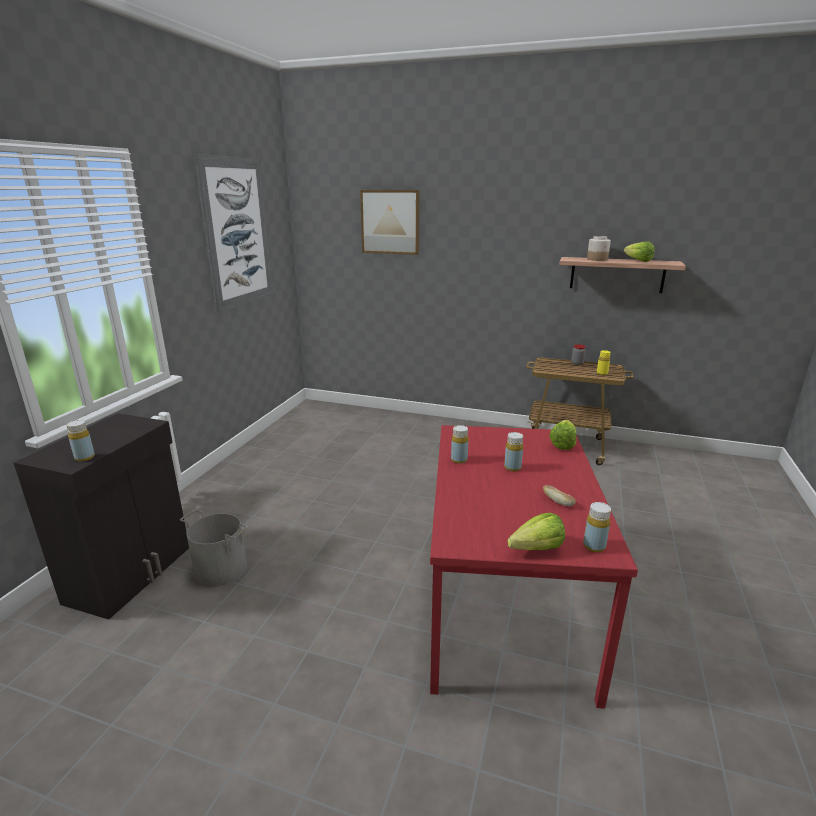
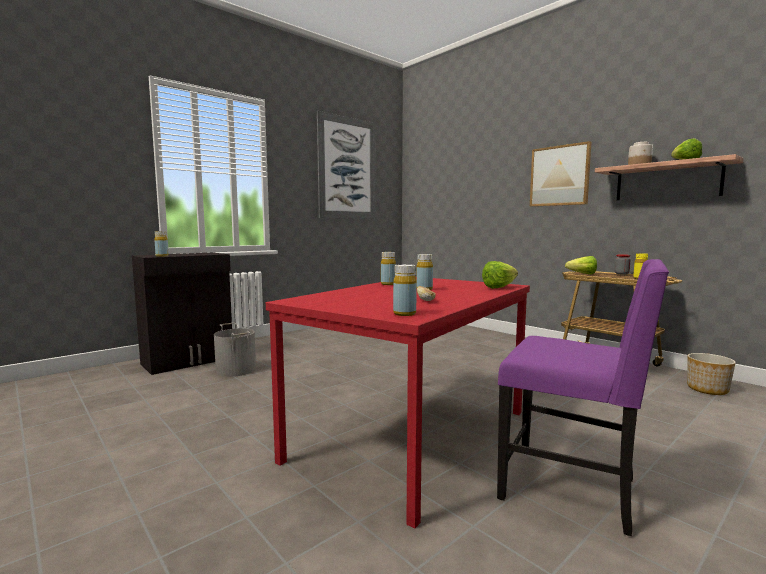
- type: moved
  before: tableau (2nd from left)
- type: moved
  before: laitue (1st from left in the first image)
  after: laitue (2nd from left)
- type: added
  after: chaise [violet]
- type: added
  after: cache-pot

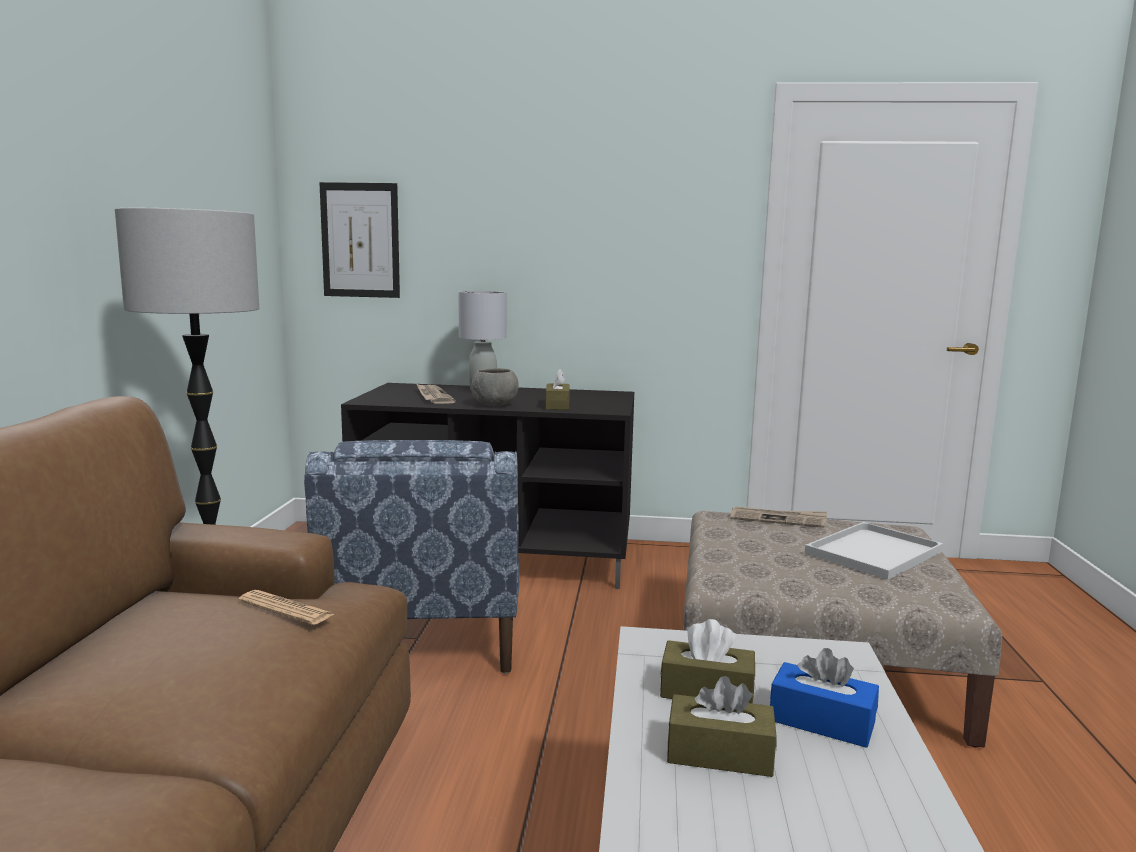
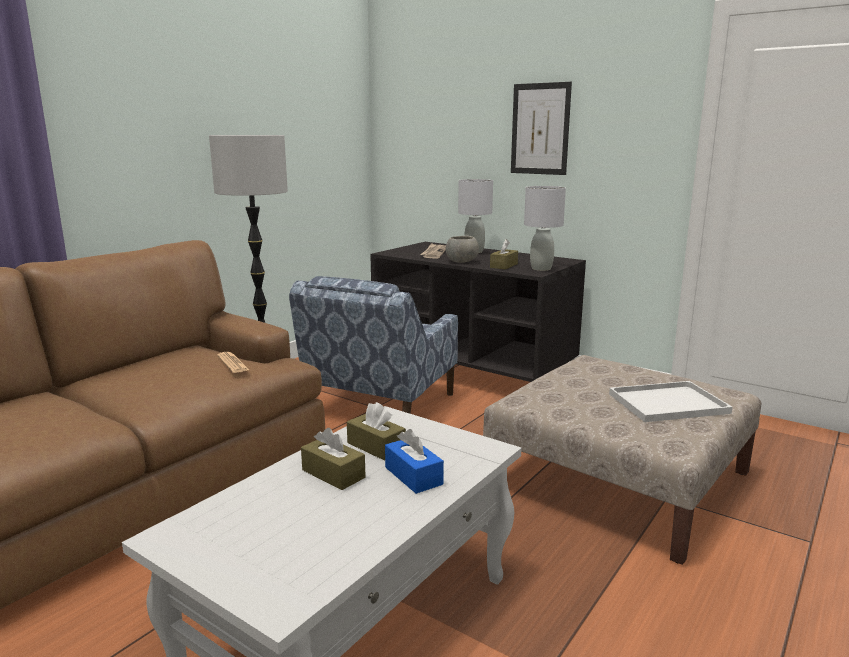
- type: moved
  before: tableau
- type: removed
  before: journal (3rd from left)
- type: added
  after: lampe de table [gris] (2nd from left)

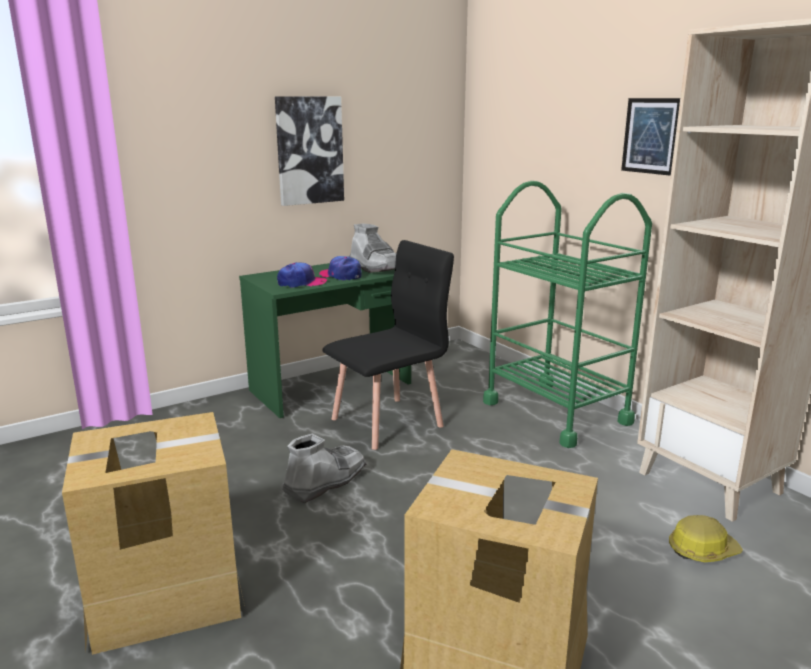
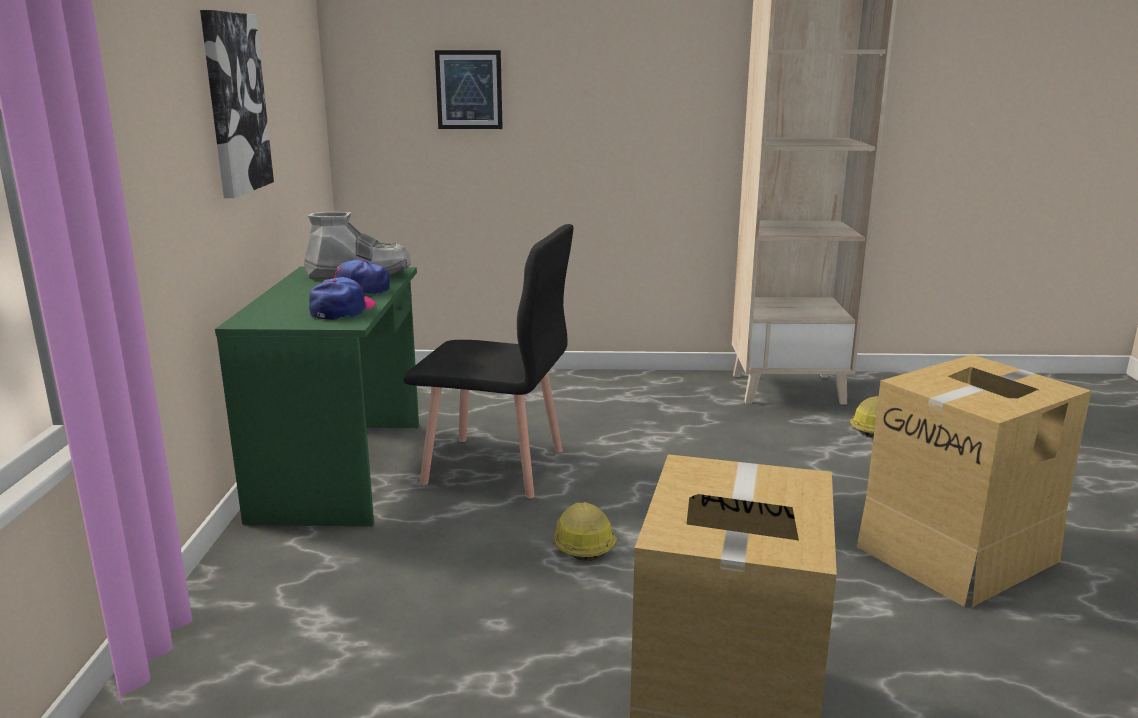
- type: moved
  before: tableau (2nd from left)
- type: removed
  before: chariot [vert]
- type: turned
  before: chaise [noir]
  turn: 105
- type: replaced
  before: botte [gris] (1st from left)
  after: casque de chantier (1st from left)

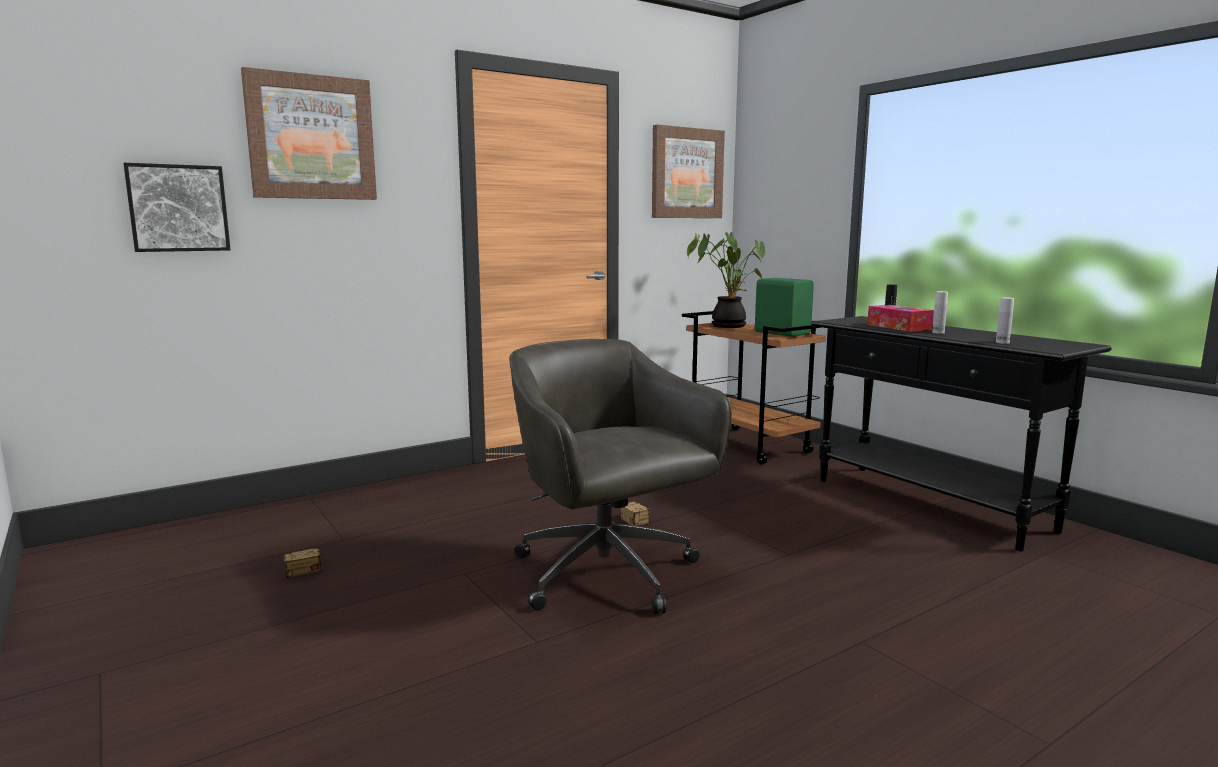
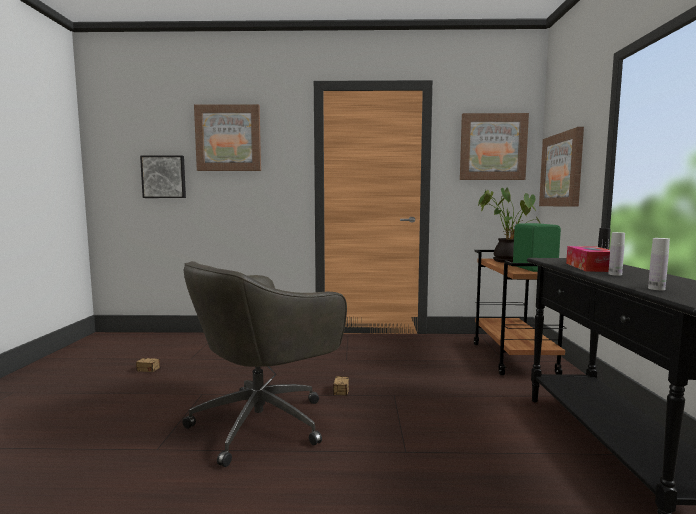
- type: turned
  before: chaise de bureau [gris]
  turn: -135
- type: added
  after: tableau (4th from left)

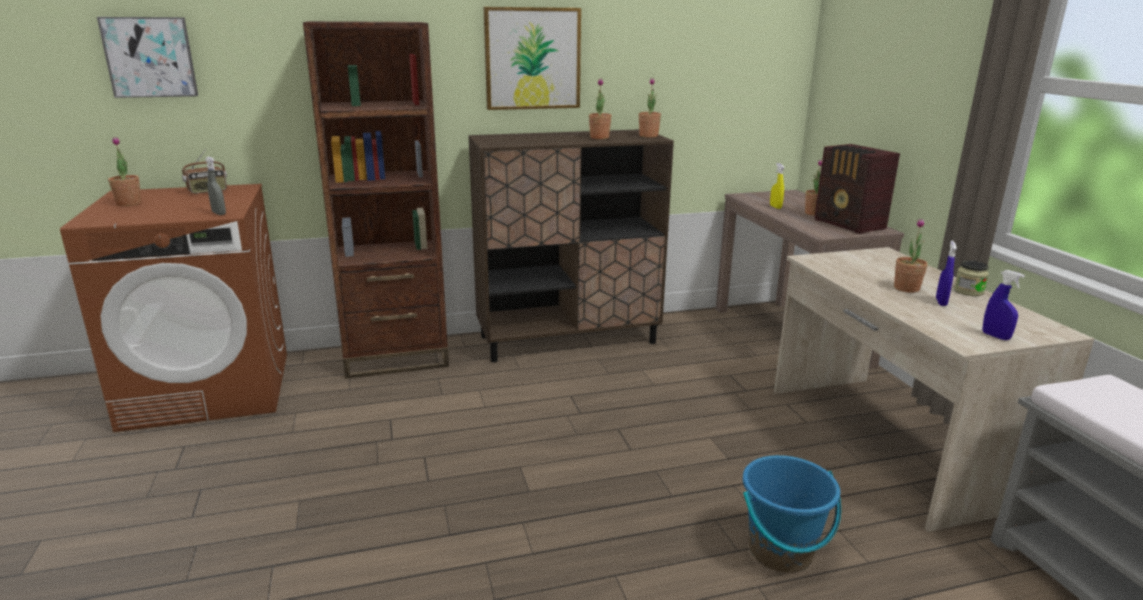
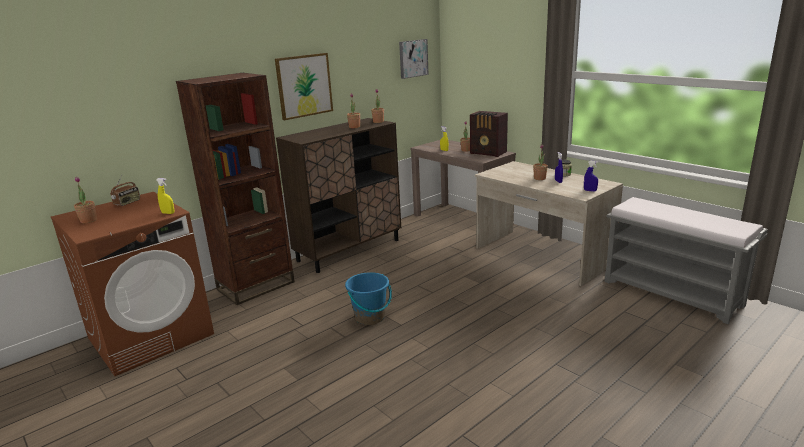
- type: moved
  before: tableau (1st from left in the first image)
  after: tableau (2nd from left)
- type: recoloured
  before: vaporisateur [gris]
  after: vaporisateur [jaune] (1st from left)
- type: moved
  before: seau [bleu]

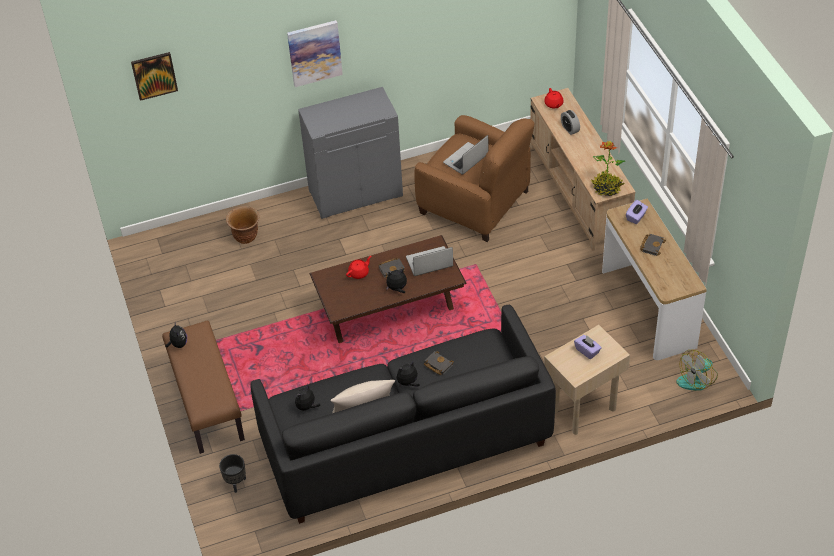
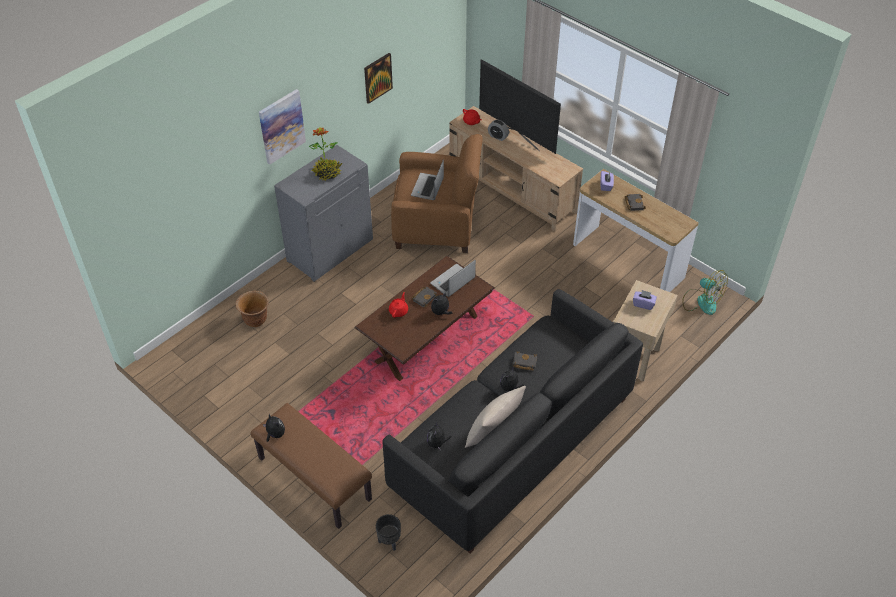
- type: moved
  before: tableau (1st from left in the first image)
  after: tableau (2nd from left)
- type: moved
  before: plante en pot
- type: turned
  before: ventilateur
  turn: -75
- type: added
  after: téléviseur

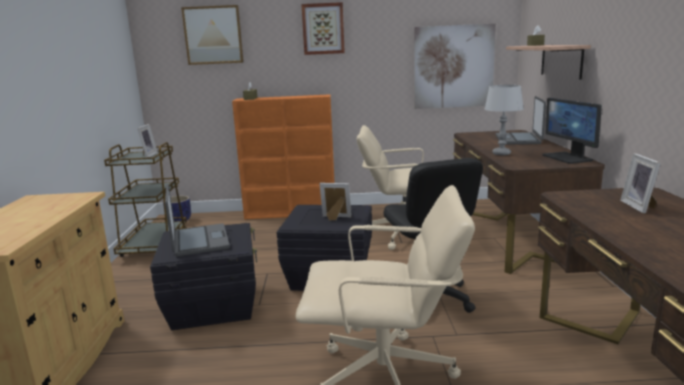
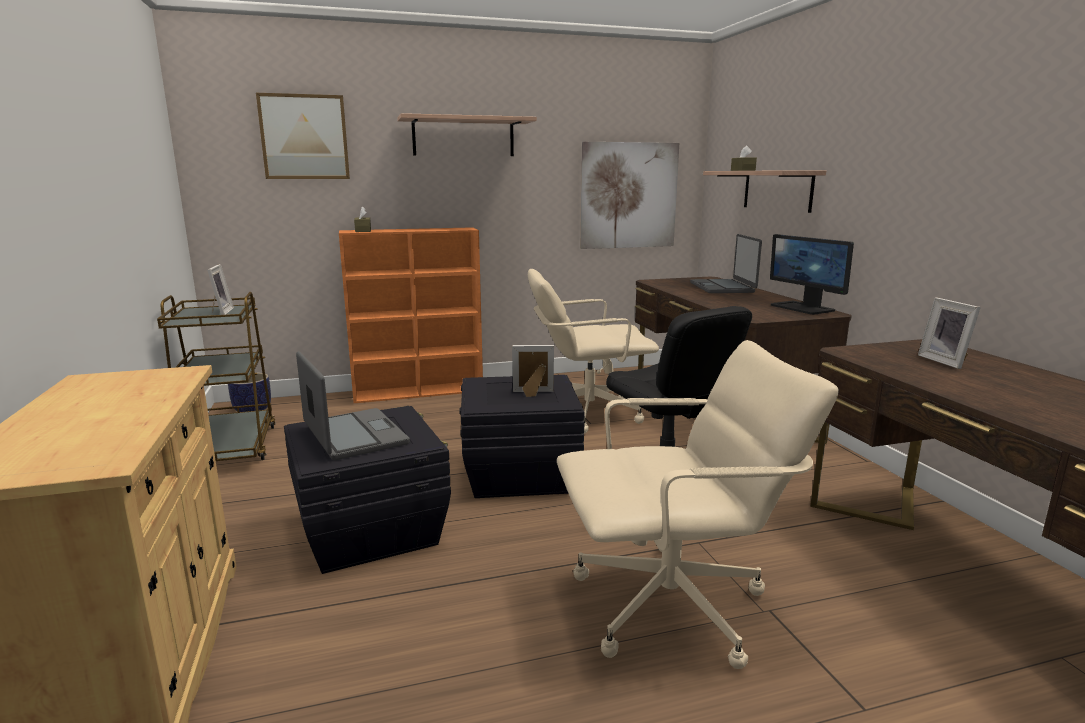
- type: replaced
  before: tableau (2nd from left)
  after: étagère (1st from left)
- type: removed
  before: lampe de table [gris]

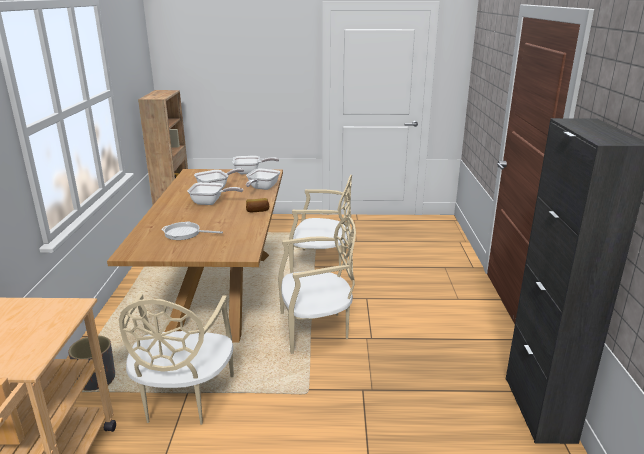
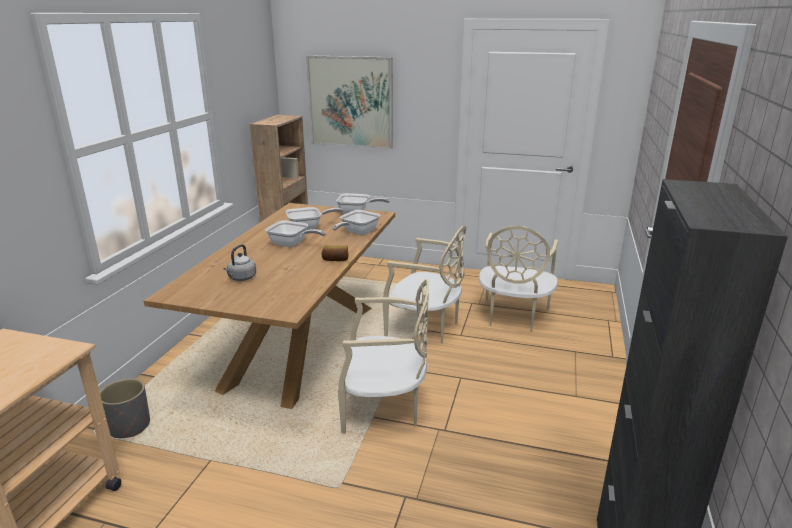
- type: replaced
  before: poêle (1st from left)
  after: bouilloire [gris]
- type: moved
  before: chaise [beige] (1st from left in the first image)
  after: chaise [beige] (3rd from left)
- type: added
  after: tableau

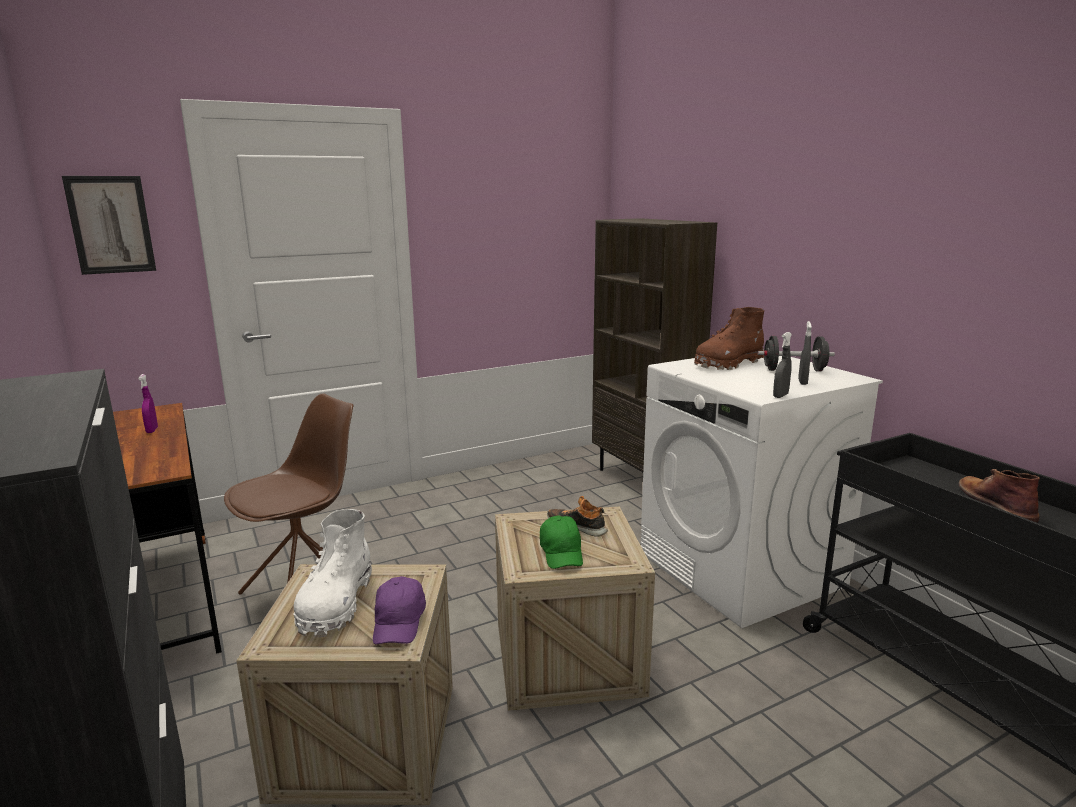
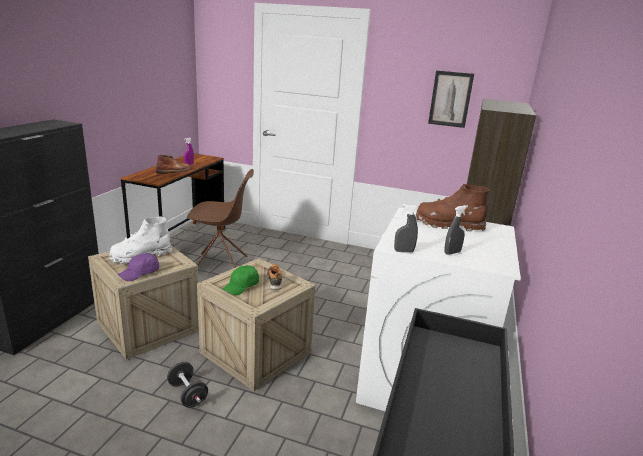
- type: moved
  before: tableau
- type: moved
  before: haltère [noir]
- type: moved
  before: botte [marron] (2nd from left in the first image)
  after: botte [marron] (1st from left)

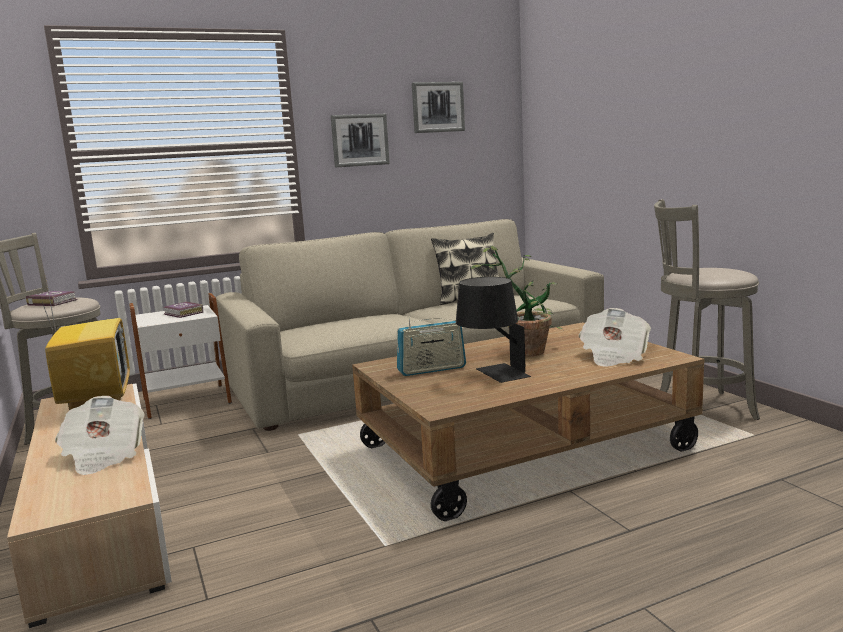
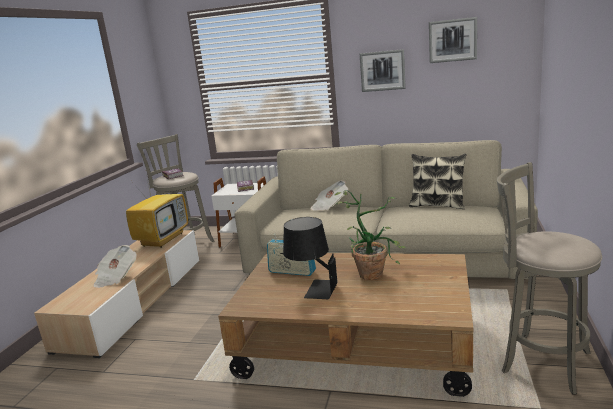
- type: moved
  before: journal (2nd from left)

